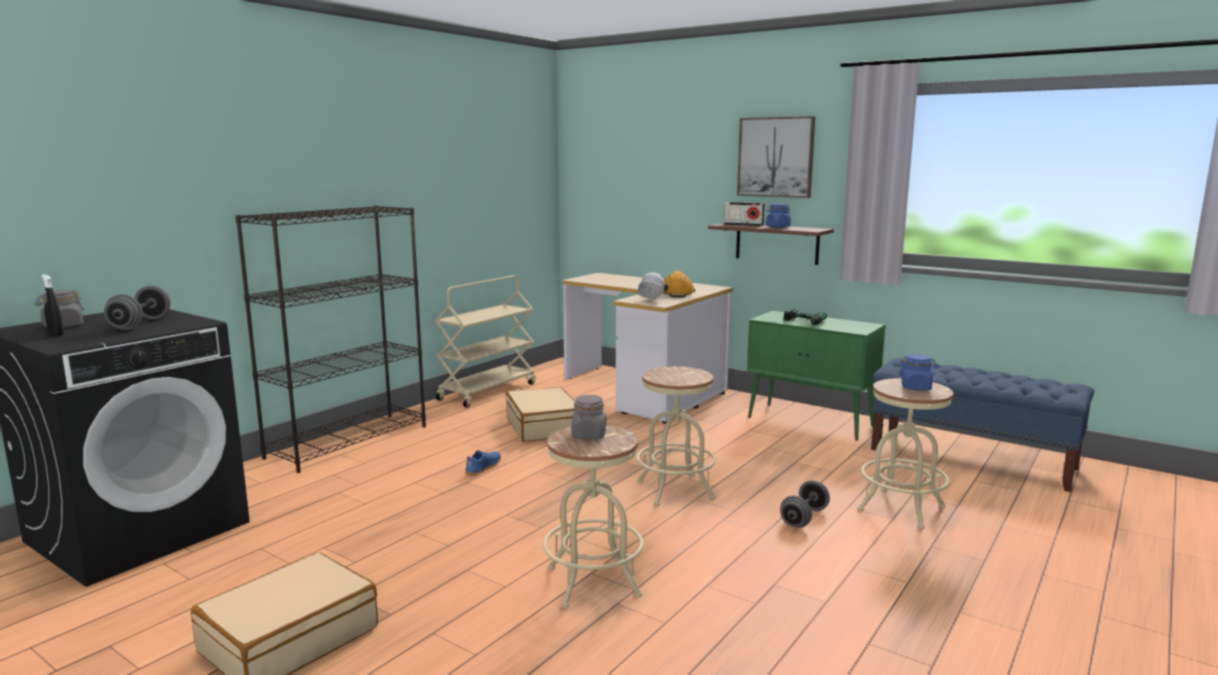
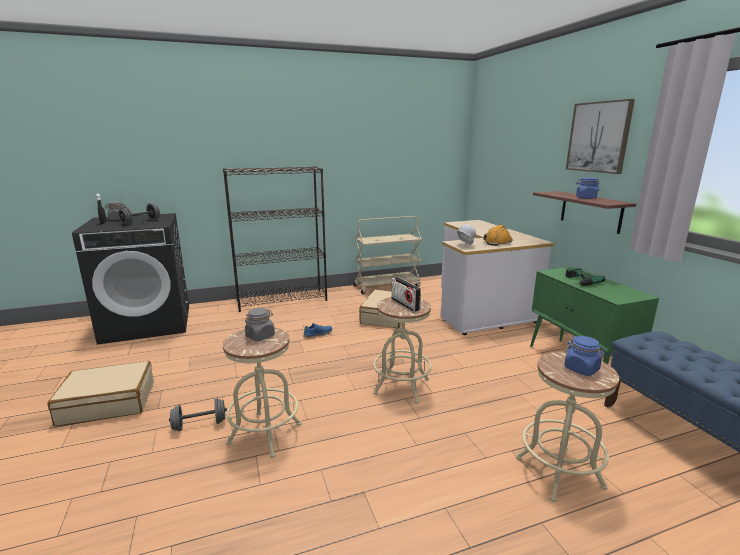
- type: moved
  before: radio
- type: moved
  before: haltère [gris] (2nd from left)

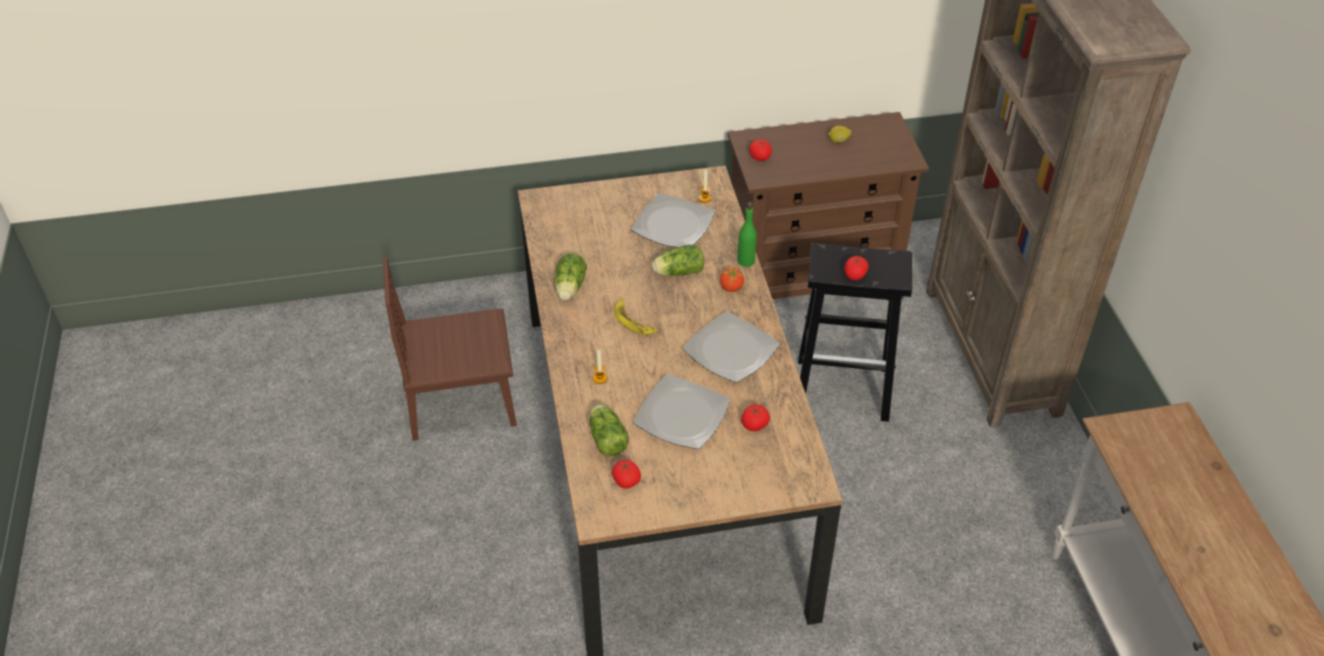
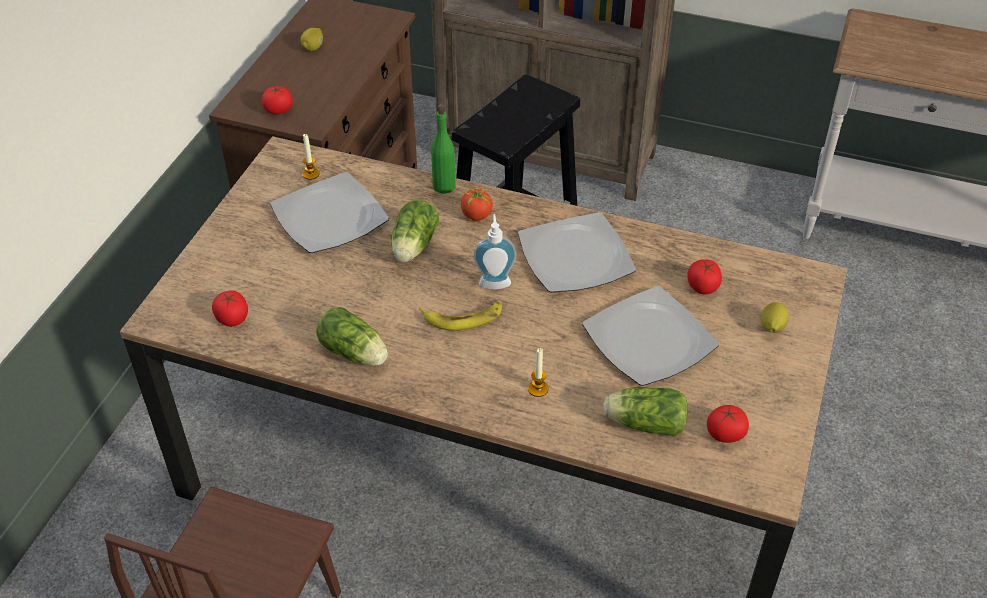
- type: moved
  before: tomate (5th from left in the first image)
  after: tomate (1st from left)
- type: added
  after: distributeur de savon
- type: added
  after: citron (2nd from left)

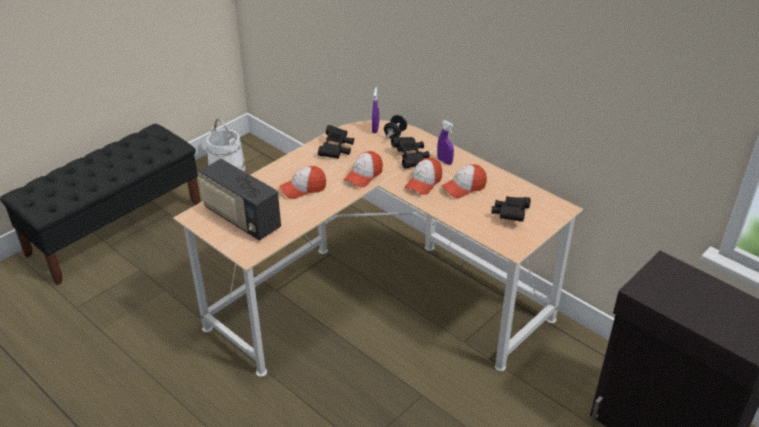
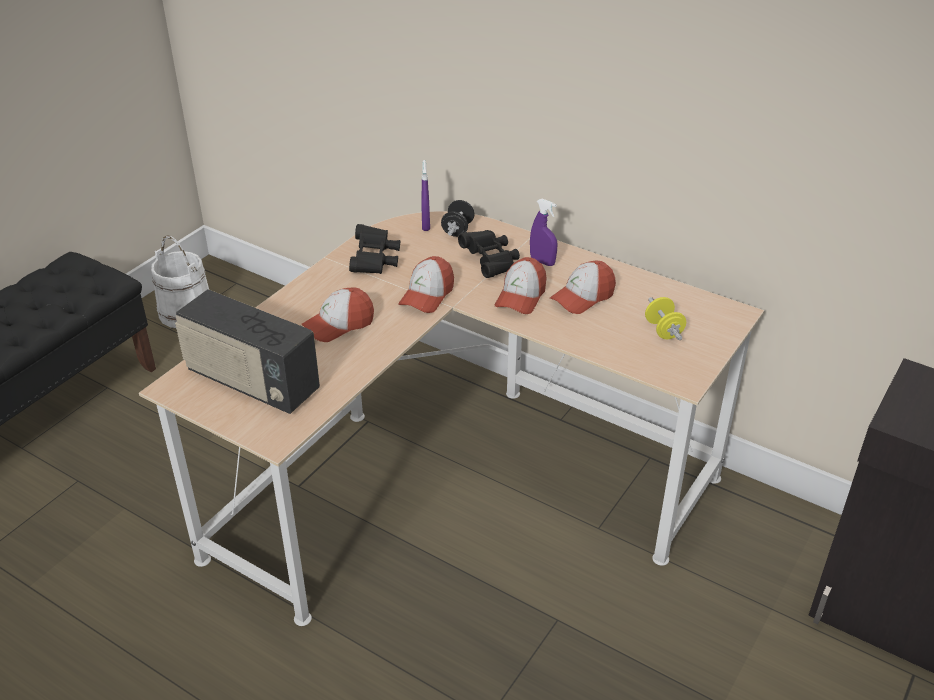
- type: replaced
  before: jumelles [noir] (3rd from left)
  after: haltère [jaune]

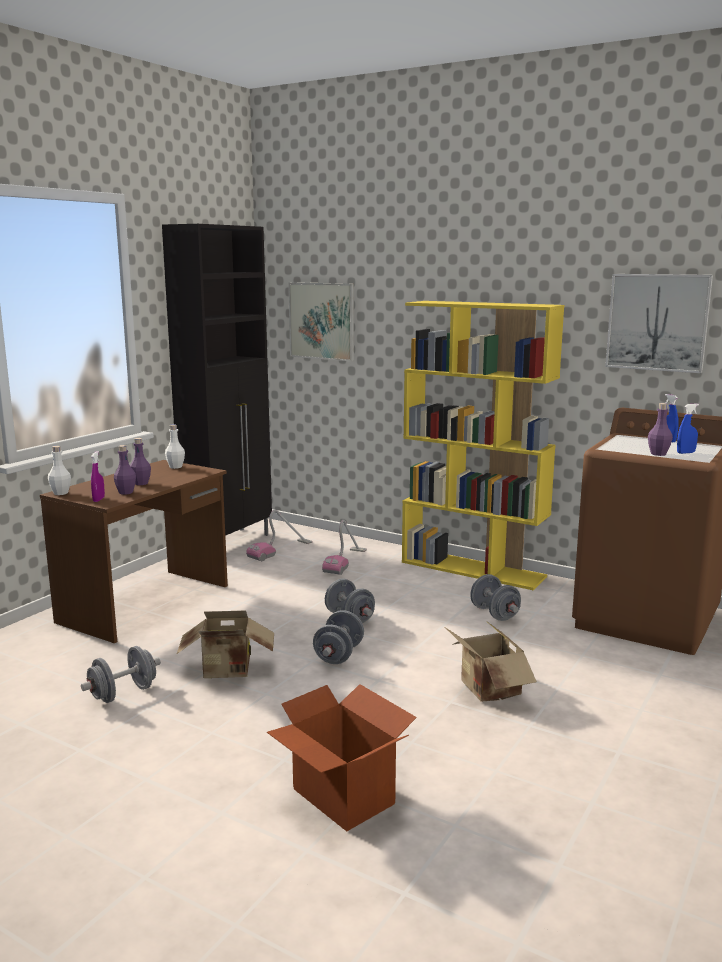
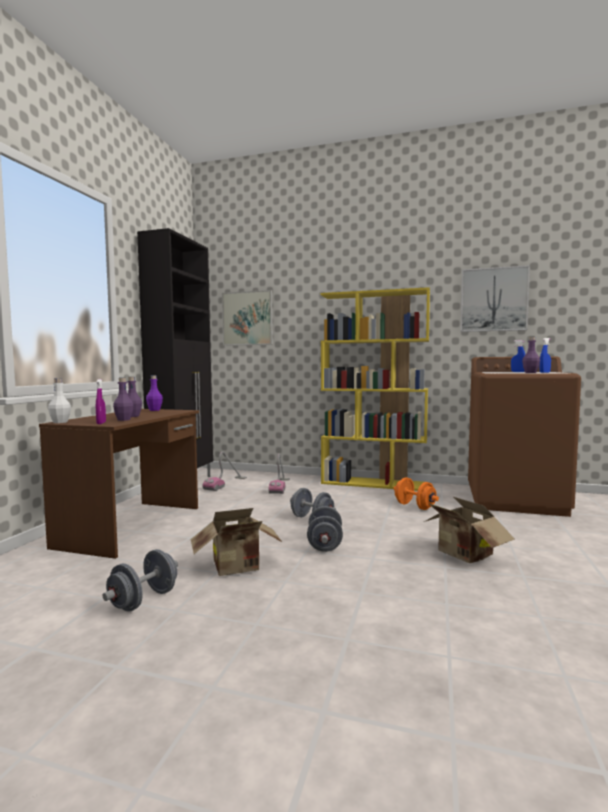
- type: recoloured
  before: bouteille [blanc] (2nd from left)
  after: bouteille [violet] (3rd from left)
- type: recoloured
  before: haltère [gris] (4th from left)
  after: haltère [orange]
- type: removed
  before: carton (2nd from left)

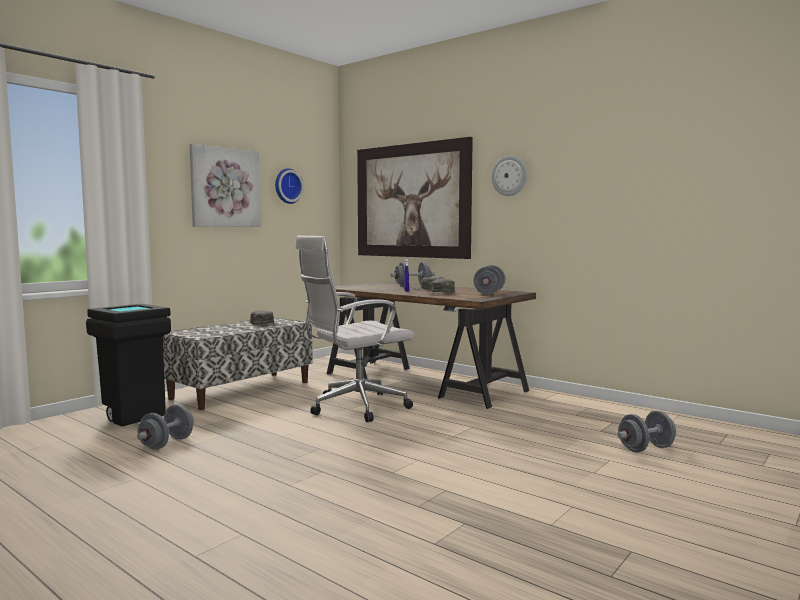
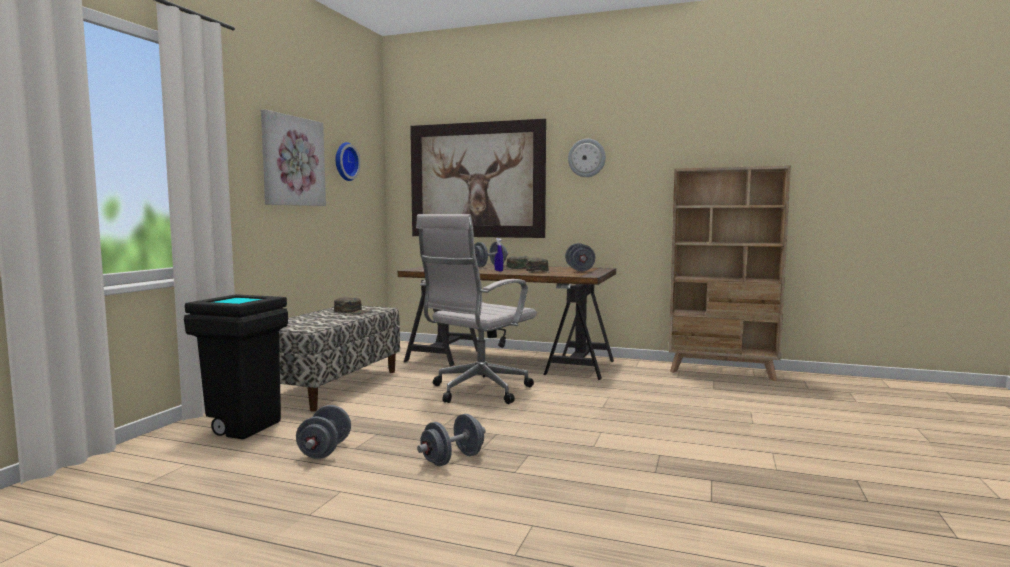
- type: moved
  before: haltère [gris] (4th from left in the first image)
  after: haltère [gris] (2nd from left)
- type: added
  after: bibliothèque [beige]

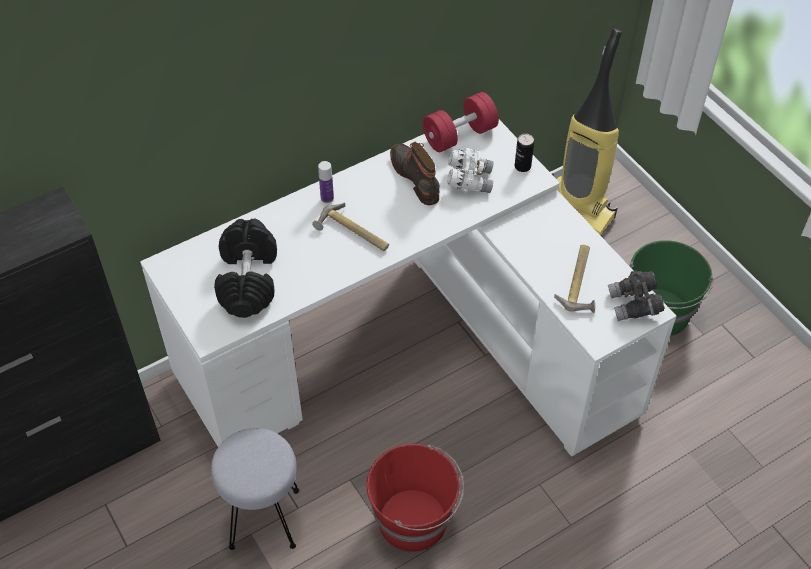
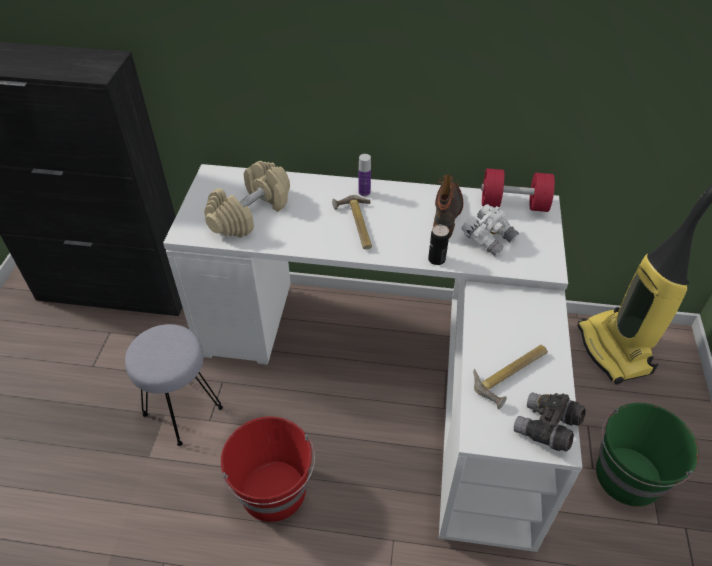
- type: moved
  before: boîte métallique
- type: recoloured
  before: haltère [noir]
  after: haltère [beige]

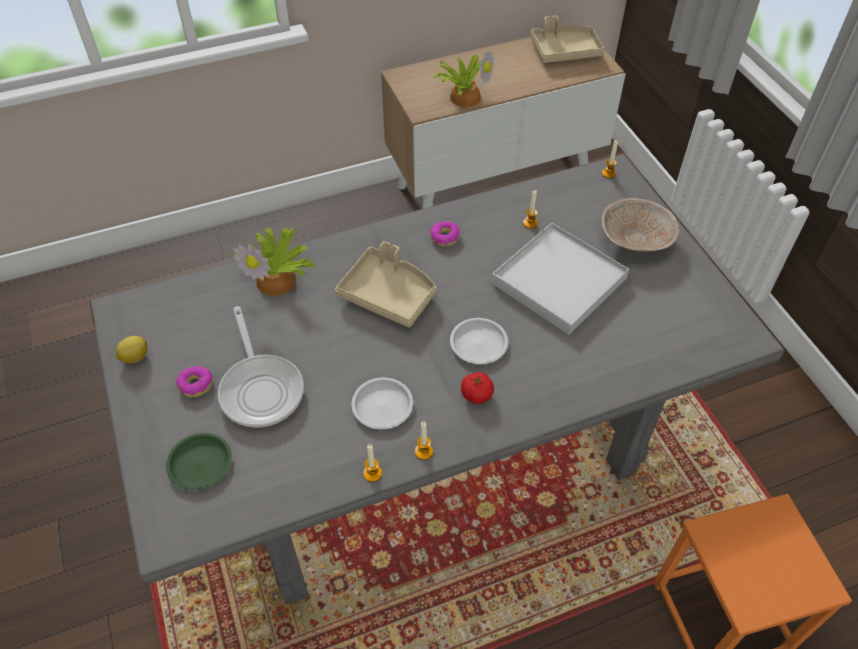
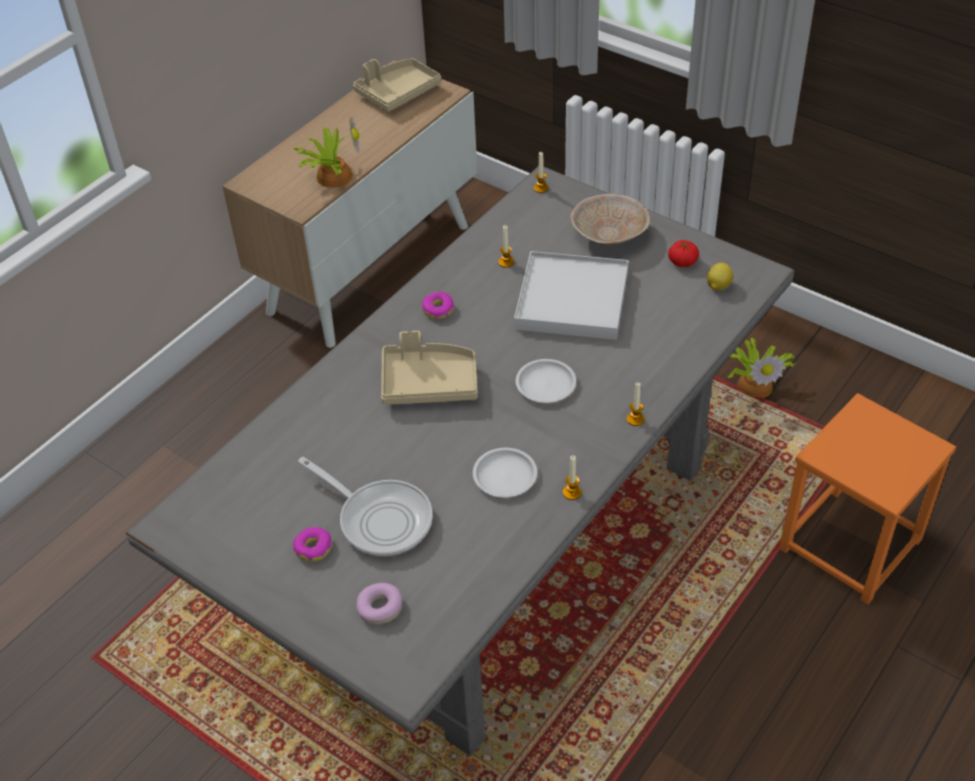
- type: moved
  before: plante en pot (1st from left in the first image)
  after: plante en pot (2nd from left)
- type: moved
  before: citron
- type: moved
  before: tomate
- type: replaced
  before: assiette [vert]
  after: beignet (2nd from left)
- type: moved
  before: bougie (1st from left in the first image)
  after: bougie (4th from left)

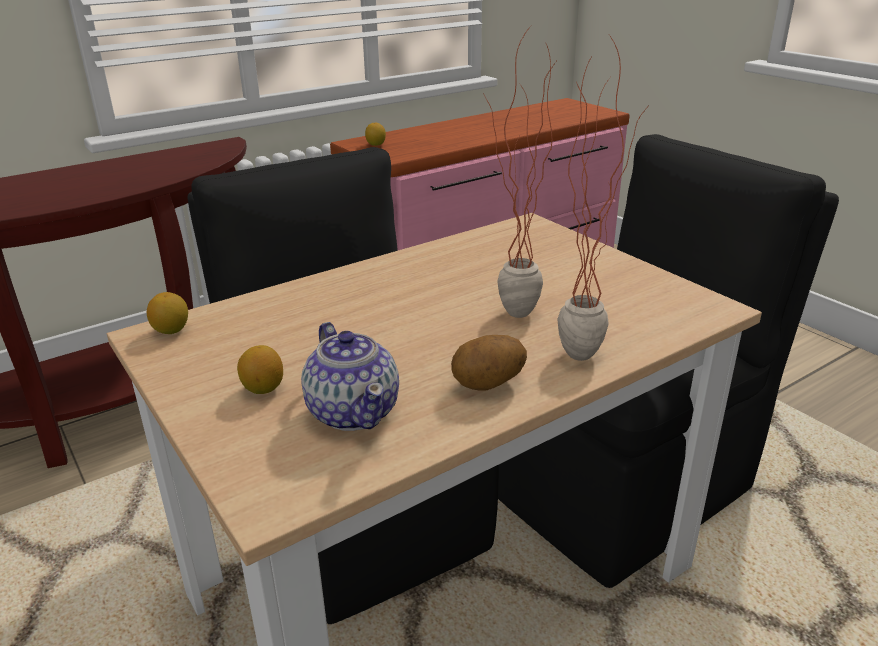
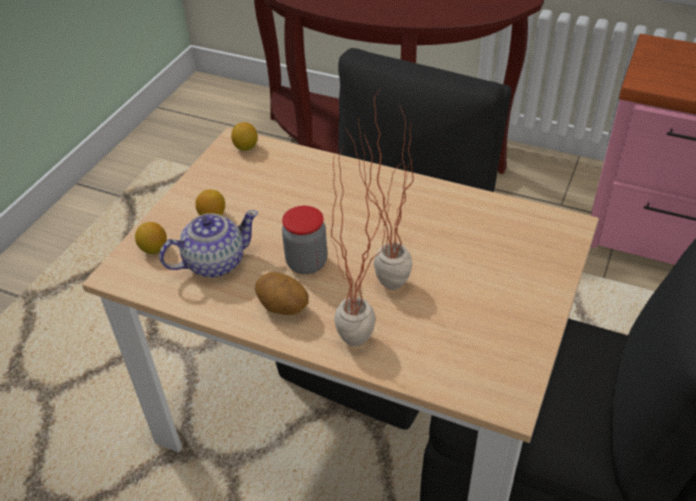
- type: moved
  before: citron (3rd from left in the first image)
  after: citron (1st from left)
- type: turned
  before: théière
  turn: -150
- type: added
  after: bocal

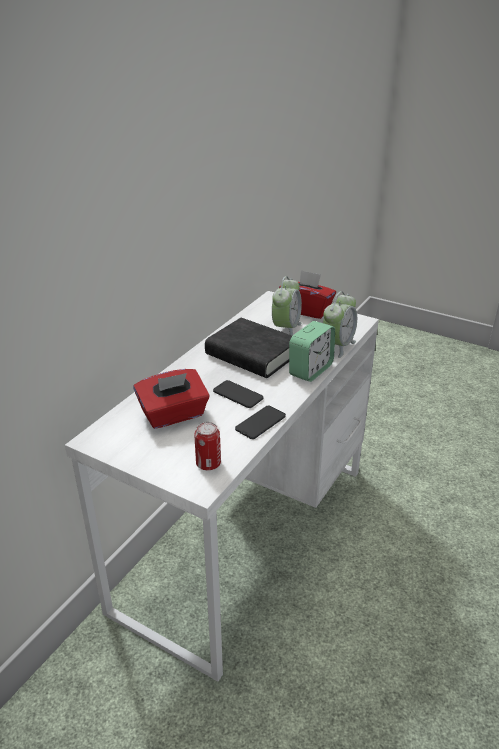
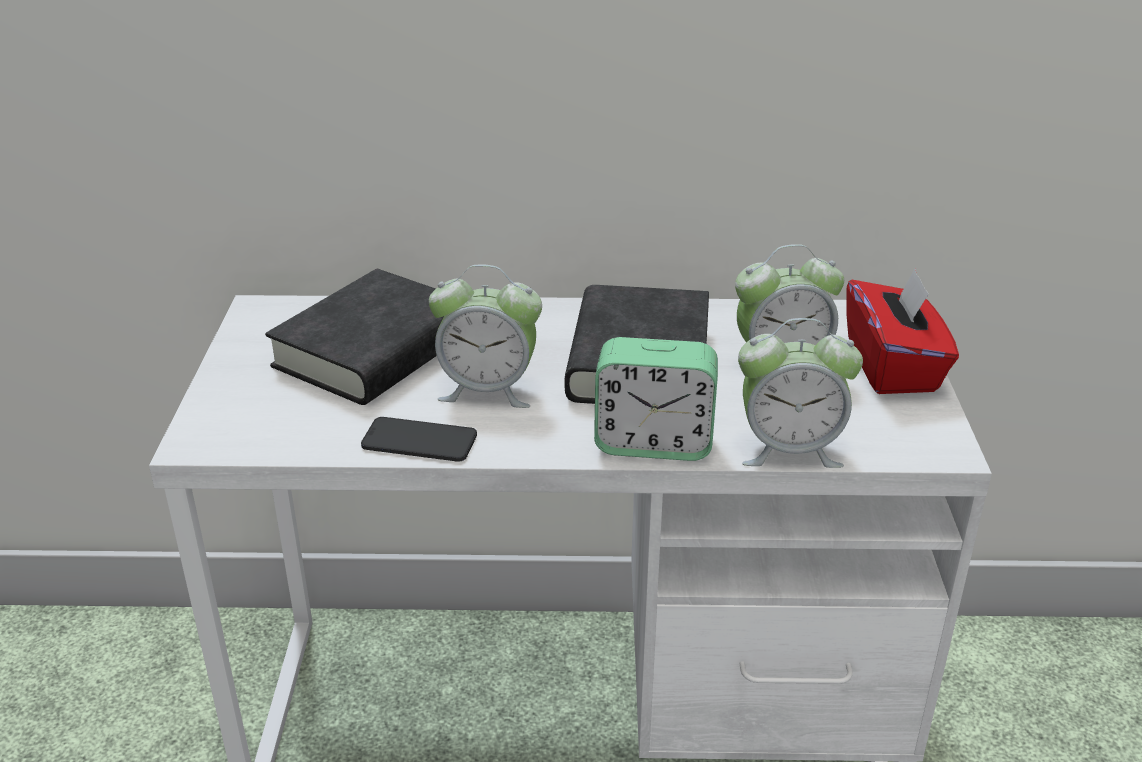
- type: replaced
  before: boîte à mouchoirs [rouge] (1st from left)
  after: livre [noir] (1st from left)
- type: replaced
  before: téléphone (1st from left)
  after: réveil (1st from left)
- type: removed
  before: boîte métallique

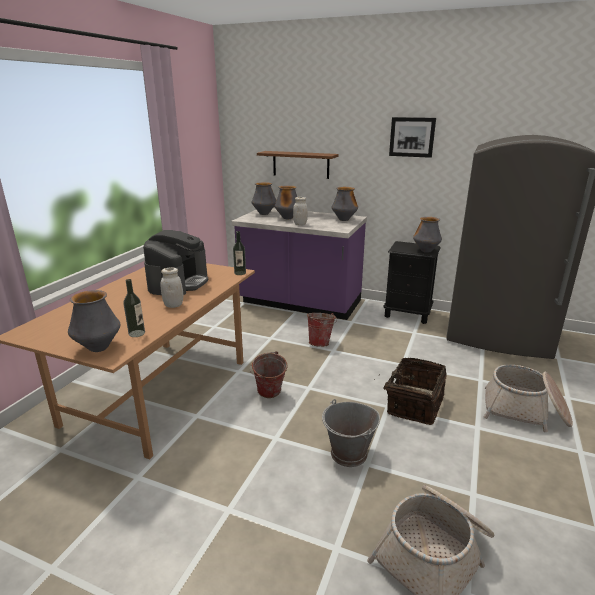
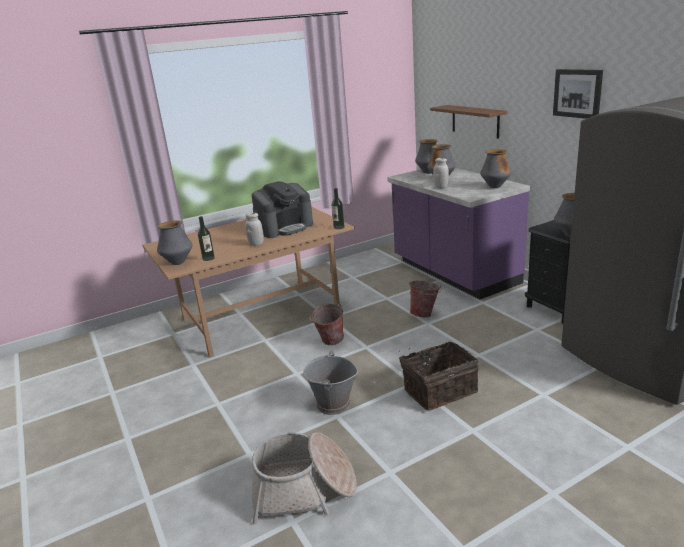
- type: removed
  before: panier (3rd from left)

